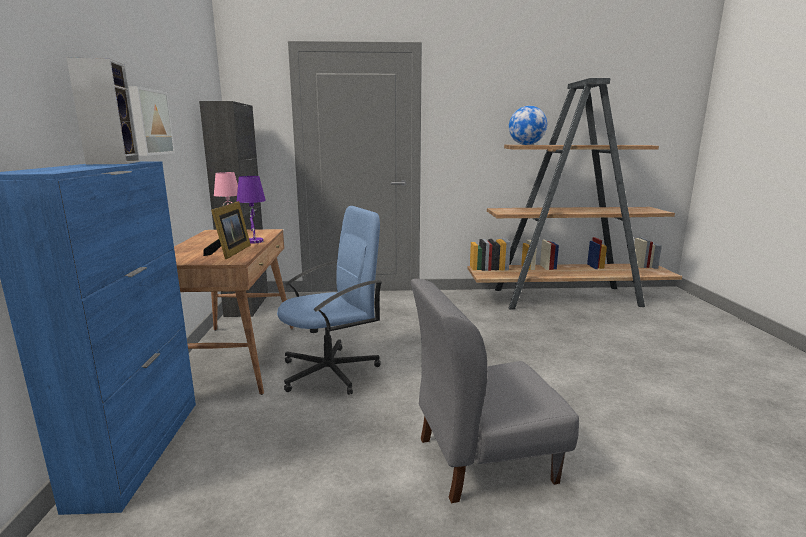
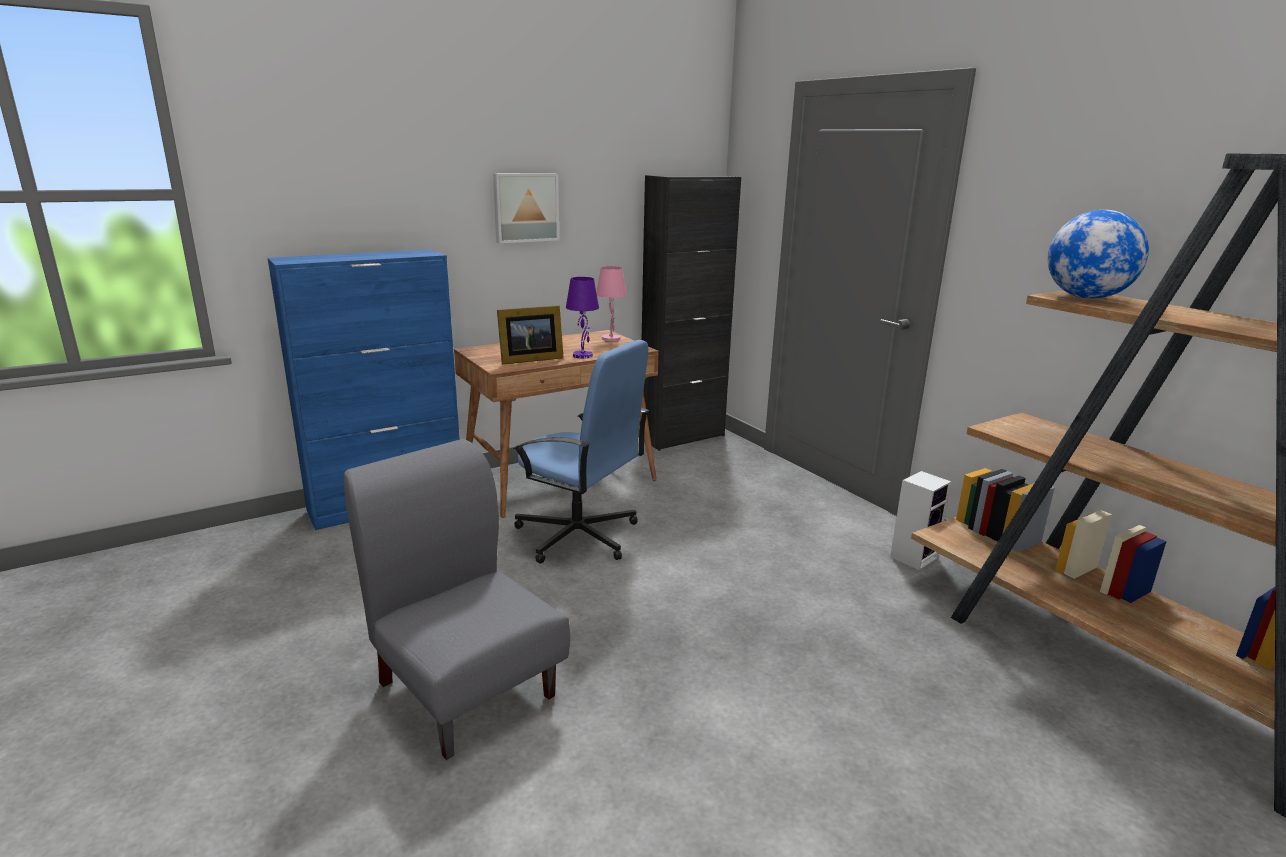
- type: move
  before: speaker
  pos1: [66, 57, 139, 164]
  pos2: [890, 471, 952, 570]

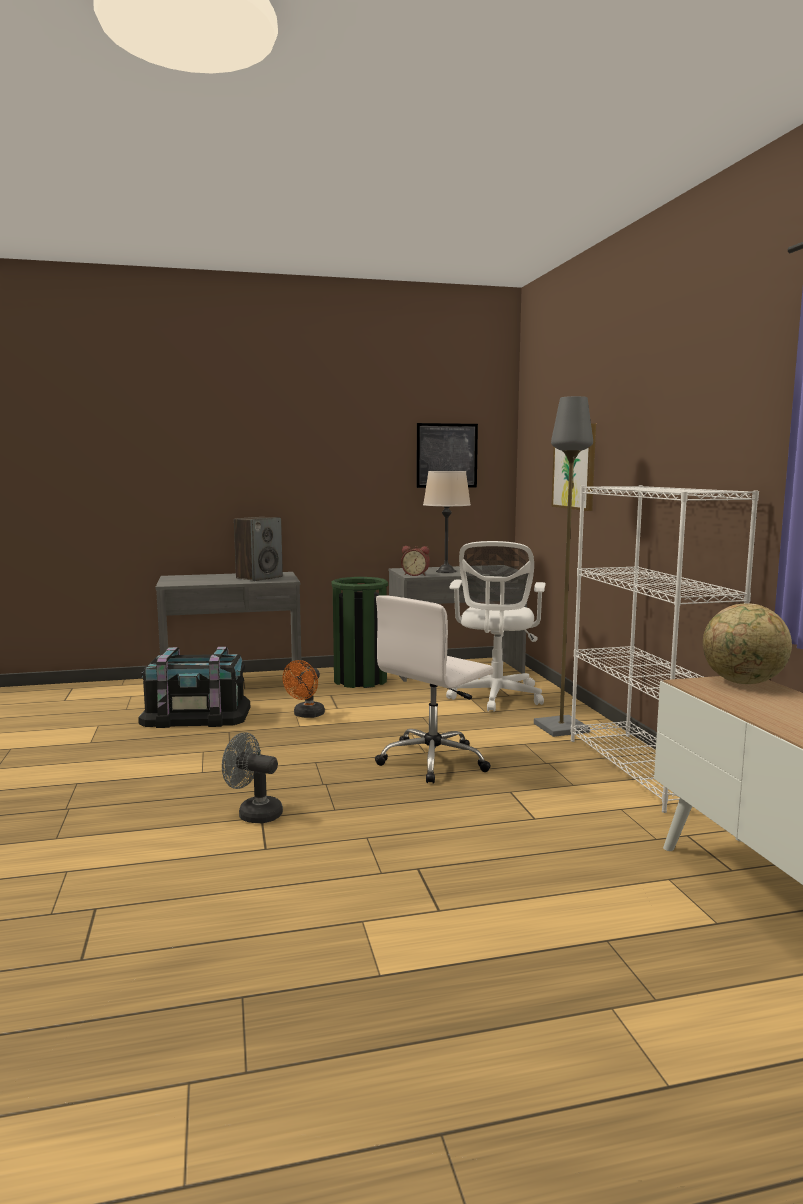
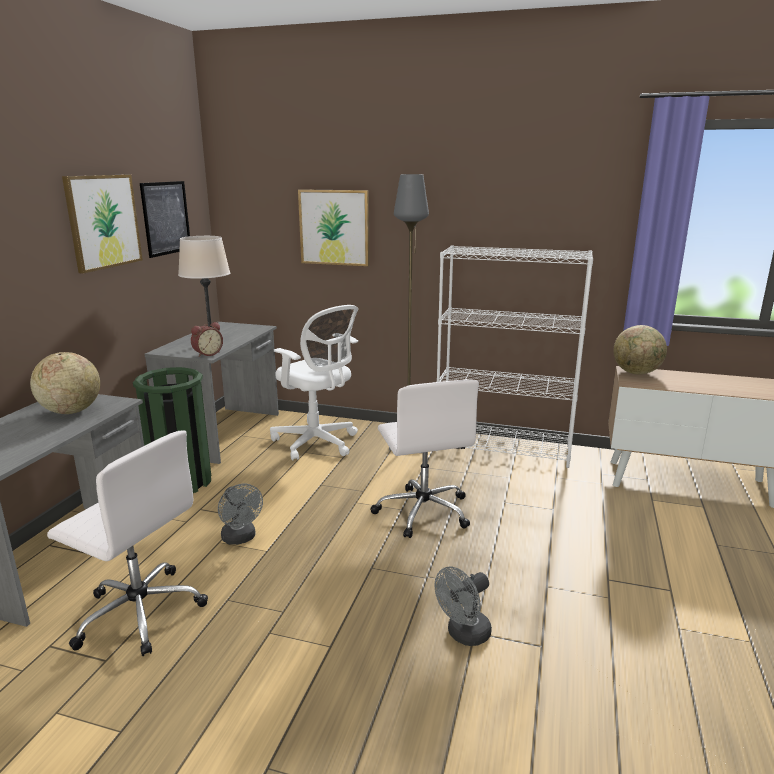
- type: insert
  after: picture
  pos2: [62, 175, 143, 274]
- type: replace
  before: storage box (black)
  after: office chair (white)
  pos1: [138, 647, 250, 728]
  pos2: [47, 431, 208, 656]
- type: replace
  before: speaker
  after: globe
  pos1: [234, 517, 283, 581]
  pos2: [30, 352, 100, 414]
- type: recolor
  before: fan (orange)
  after: fan (grey)
  pos1: [283, 660, 325, 718]
  pos2: [218, 484, 263, 545]

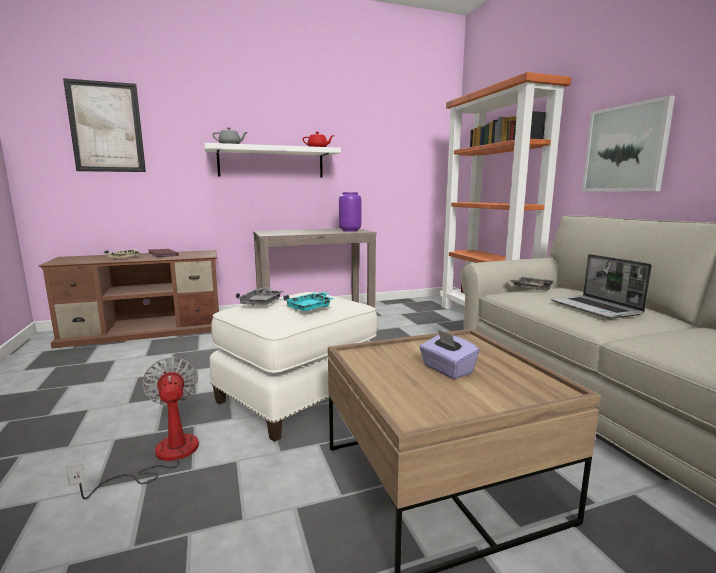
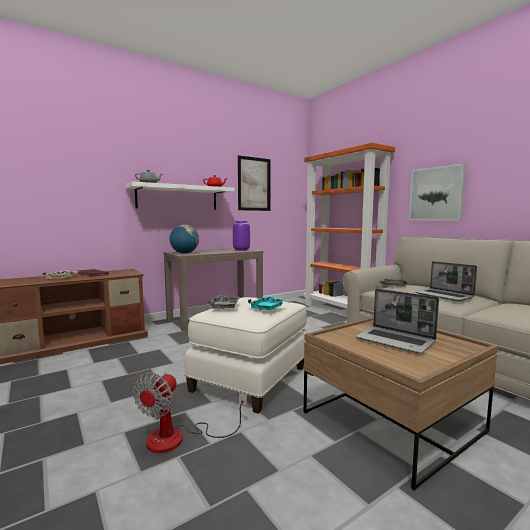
- type: insert
  after: globe
  pos2: [169, 225, 199, 254]
- type: move
  before: picture
  pos1: [63, 78, 146, 172]
  pos2: [238, 155, 271, 211]
- type: replace
  before: tissue box (purple)
  after: laptop
  pos1: [419, 329, 479, 379]
  pos2: [356, 289, 439, 354]
- type: rotate
  before: fan
  pos1: [66, 357, 199, 499]
  pos2: [133, 372, 247, 453]
  turn: -120

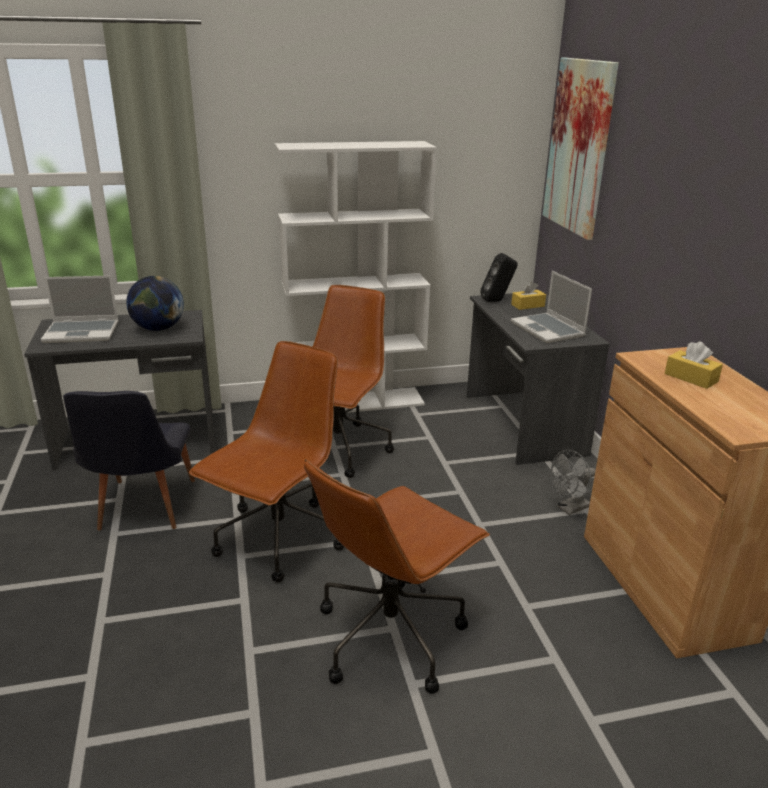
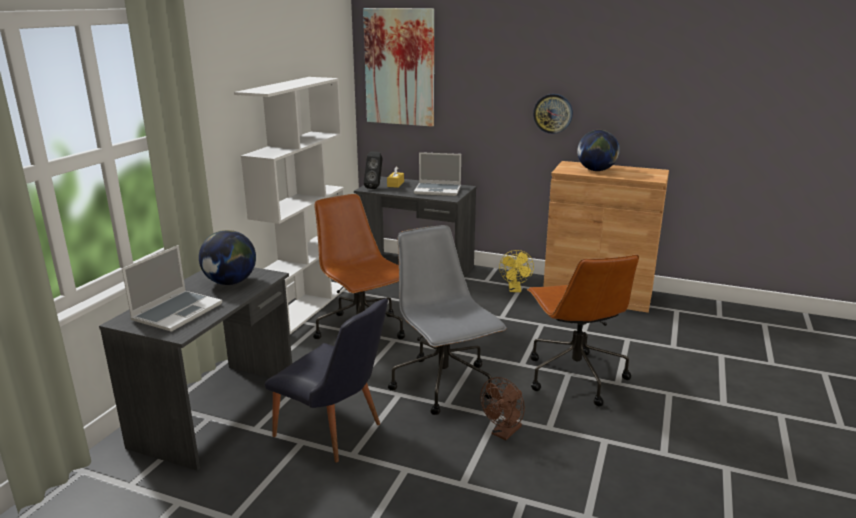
- type: insert
  after: fan (brown)
  pos2: [480, 377, 525, 440]
- type: insert
  after: wall clock
  pos2: [533, 94, 573, 134]
- type: replace
  before: tissue box (yellow)
  after: globe
  pos1: [665, 341, 723, 389]
  pos2: [577, 130, 620, 171]
- type: recolor
  before: office chair (brown)
  after: office chair (grey)
  pos1: [189, 341, 344, 583]
  pos2: [388, 225, 507, 415]
- type: recolor
  before: fan (grey)
  after: fan (yellow)
  pos1: [551, 450, 596, 515]
  pos2: [499, 250, 534, 292]

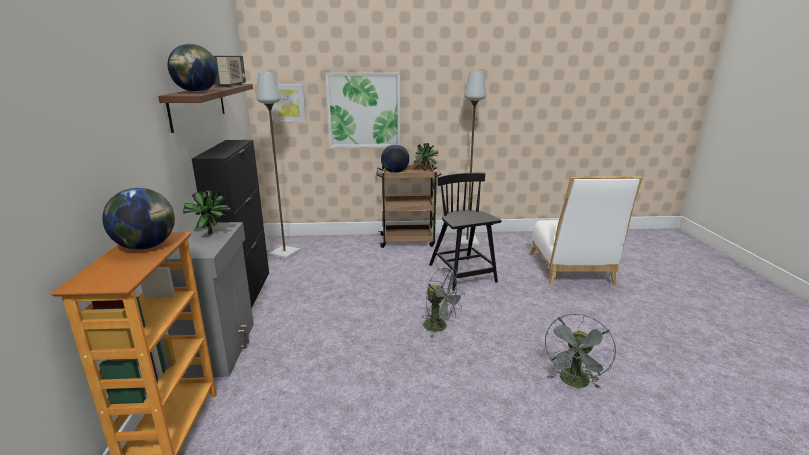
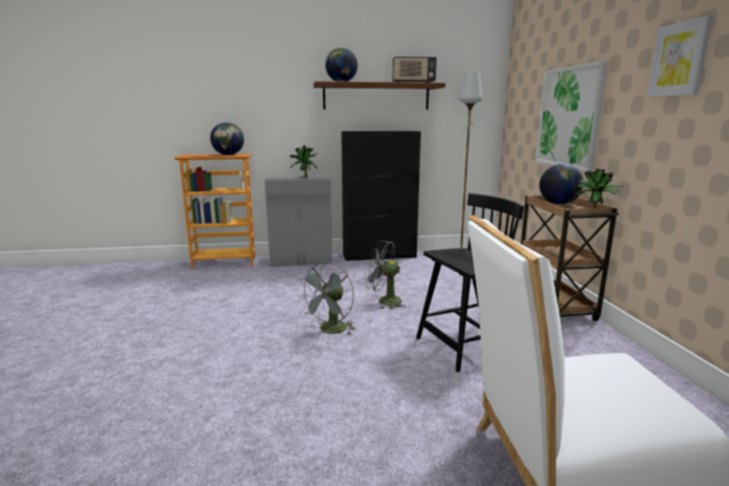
- type: delete
  before: floor lamp (grey)
  pos1: [455, 71, 486, 246]
- type: move
  before: picture
  pos1: [272, 84, 306, 122]
  pos2: [647, 16, 713, 97]
- type: move
  before: fan (grey)
  pos1: [544, 314, 616, 389]
  pos2: [364, 240, 406, 309]

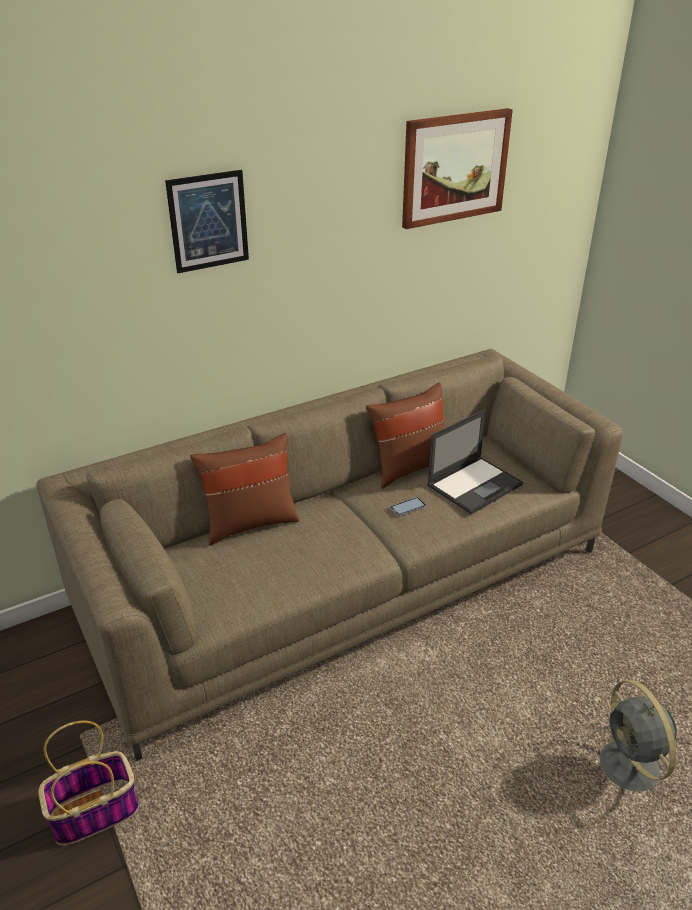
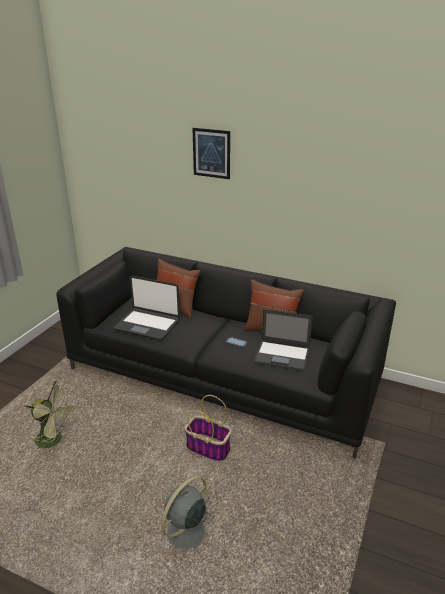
- type: delete
  before: picture
  pos1: [402, 108, 513, 229]
- type: insert
  after: fan (green)
  pos2: [23, 379, 77, 449]
- type: insert
  after: laptop
  pos2: [114, 276, 180, 340]
- type: move
  before: basket
  pos1: [38, 721, 139, 845]
  pos2: [185, 395, 231, 462]
- type: recolor
  before: sofa (beige)
  after: sofa (black)
  pos1: [36, 349, 623, 761]
  pos2: [56, 247, 396, 459]

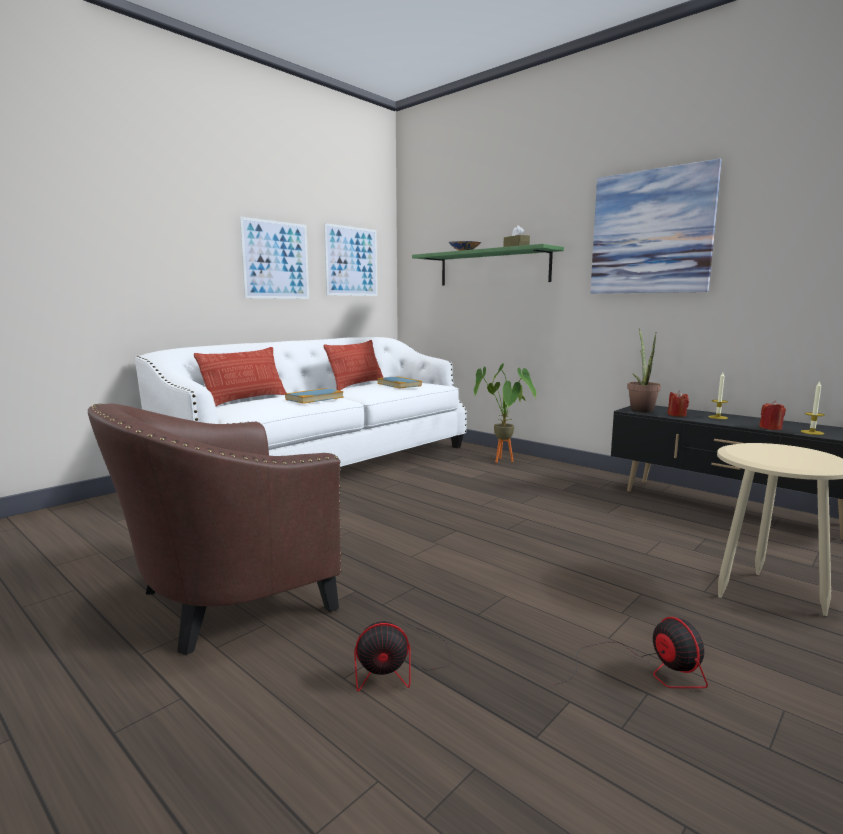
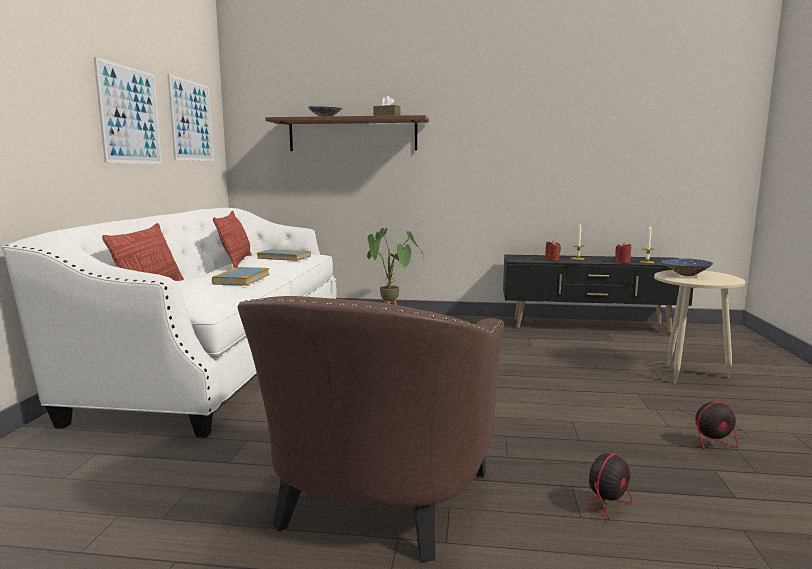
- type: delete
  before: picture
  pos1: [590, 159, 722, 294]
- type: delete
  before: potted plant
  pos1: [627, 328, 661, 413]
- type: insert
  after: bowl (blue)
  pos2: [662, 258, 713, 276]
- type: recolor
  before: shelf (green)
  after: shelf (brown)
  pos1: [412, 244, 564, 285]
  pos2: [265, 115, 429, 151]
- type: rotate
  before: fan
  pos1: [554, 617, 708, 688]
  pos2: [679, 402, 748, 451]
  turn: 135

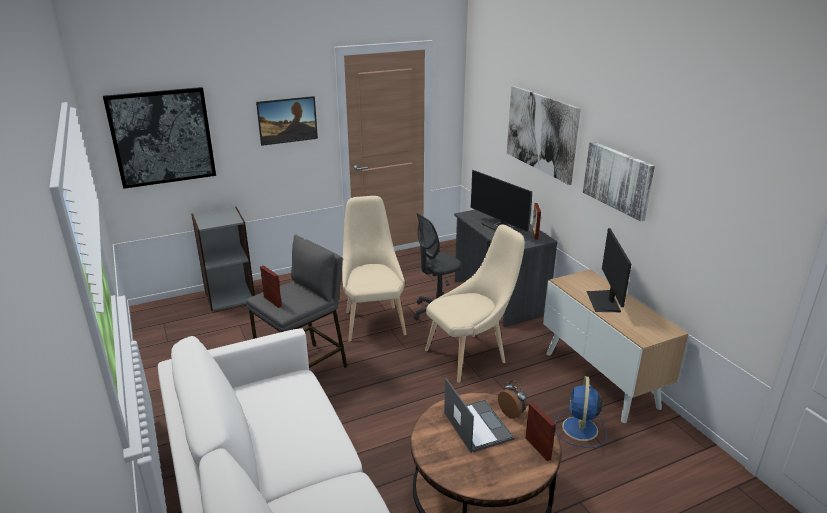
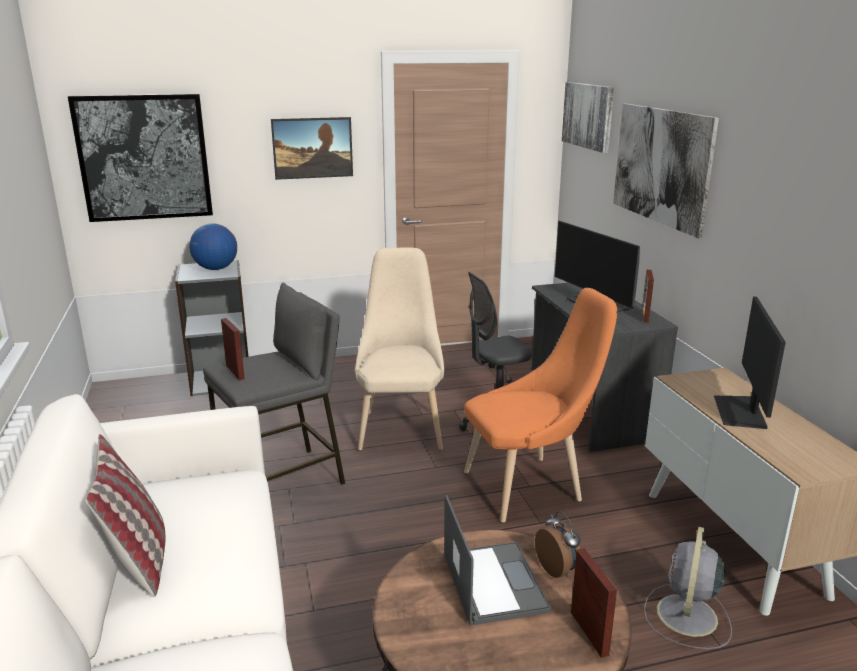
- type: insert
  after: pillow
  pos2: [85, 434, 166, 597]
- type: insert
  after: globe
  pos2: [189, 223, 237, 270]
- type: move
  before: picture
  pos1: [583, 142, 655, 222]
  pos2: [562, 82, 614, 153]
- type: recolor
  before: chair (beige)
  after: chair (orange)
  pos1: [425, 225, 525, 383]
  pos2: [464, 288, 617, 522]
- type: recolor
  before: fan (blue)
  after: fan (grey)
  pos1: [555, 376, 607, 448]
  pos2: [644, 527, 732, 649]

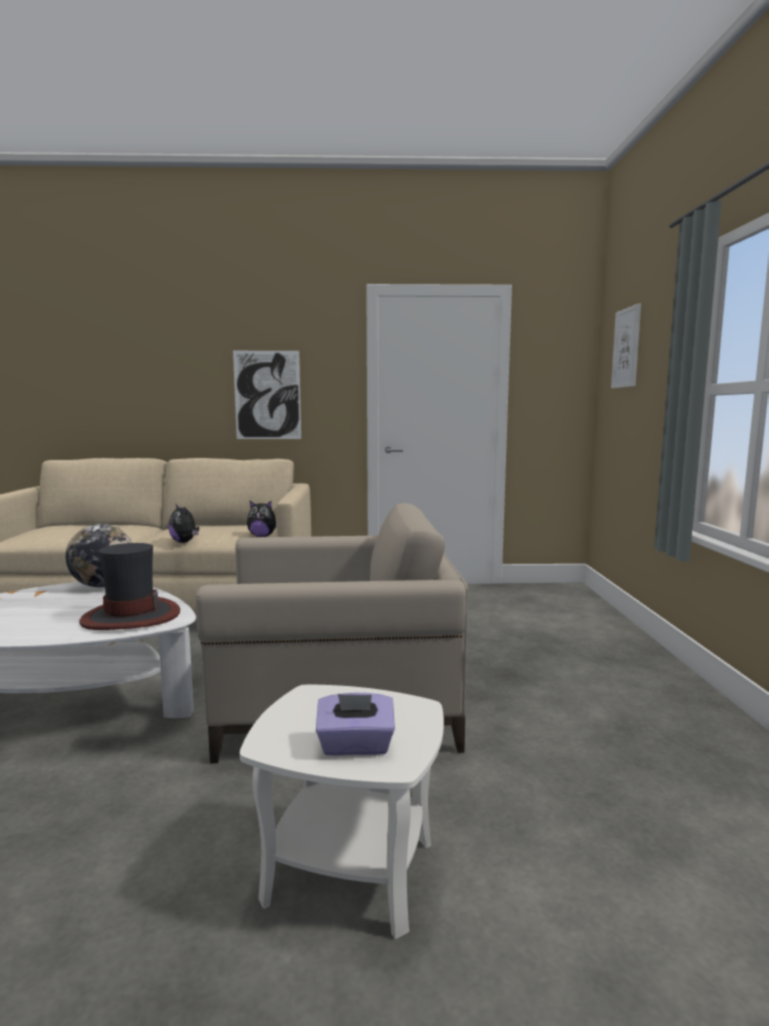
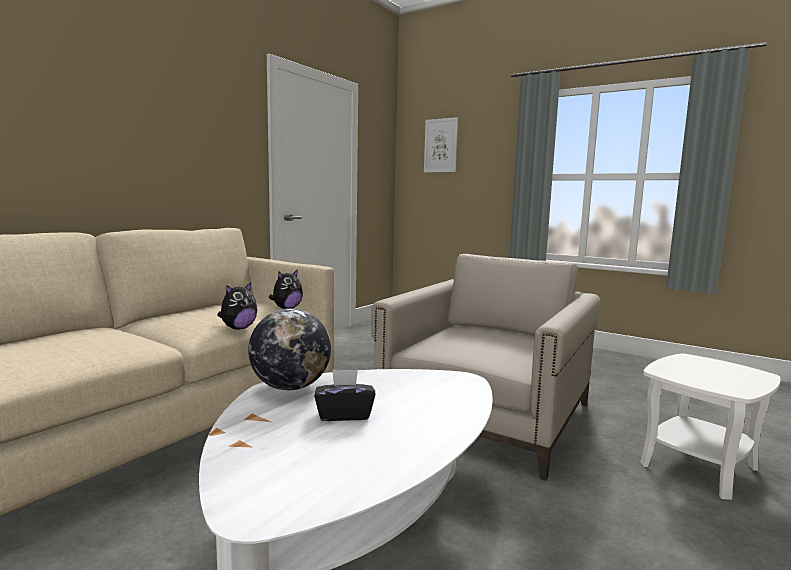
- type: delete
  before: hat
  pos1: [79, 543, 180, 630]
- type: delete
  before: picture
  pos1: [233, 351, 301, 439]
- type: delete
  before: tissue box (purple)
  pos1: [316, 692, 395, 756]
- type: insert
  after: tissue box (black)
  pos2: [314, 369, 376, 421]
- type: rotate
  before: plush toy
  pos1: [168, 504, 199, 543]
  pos2: [218, 282, 257, 330]
  turn: -45

